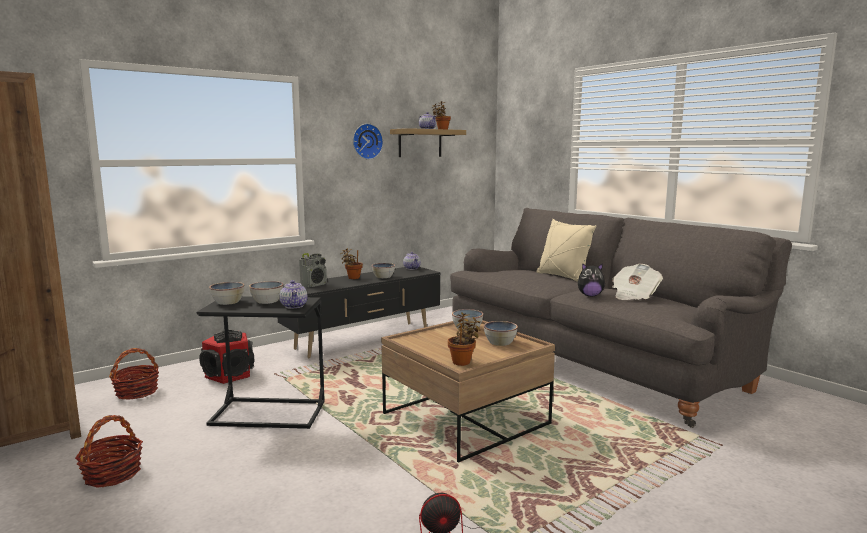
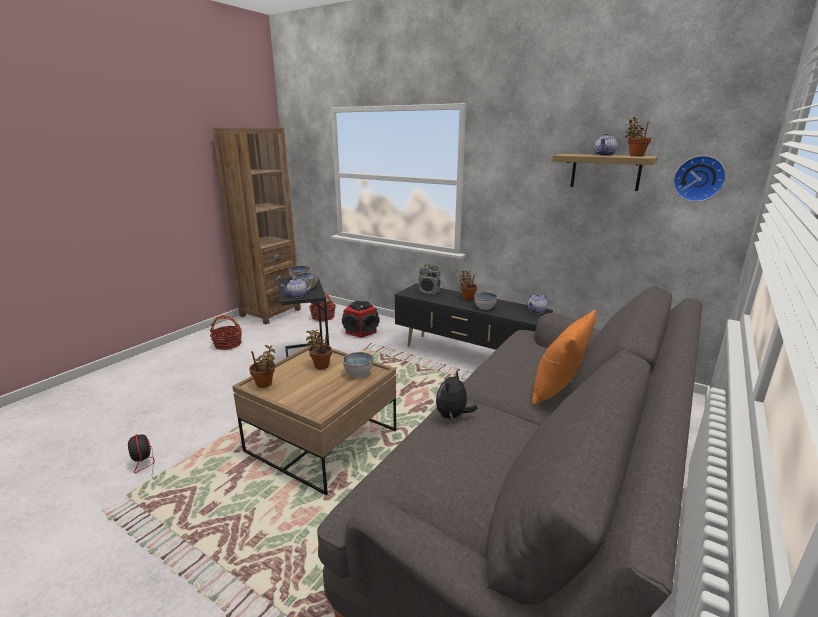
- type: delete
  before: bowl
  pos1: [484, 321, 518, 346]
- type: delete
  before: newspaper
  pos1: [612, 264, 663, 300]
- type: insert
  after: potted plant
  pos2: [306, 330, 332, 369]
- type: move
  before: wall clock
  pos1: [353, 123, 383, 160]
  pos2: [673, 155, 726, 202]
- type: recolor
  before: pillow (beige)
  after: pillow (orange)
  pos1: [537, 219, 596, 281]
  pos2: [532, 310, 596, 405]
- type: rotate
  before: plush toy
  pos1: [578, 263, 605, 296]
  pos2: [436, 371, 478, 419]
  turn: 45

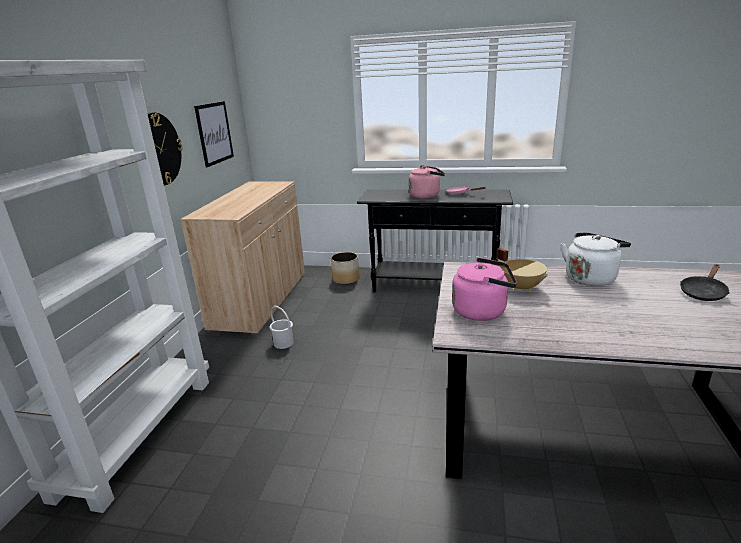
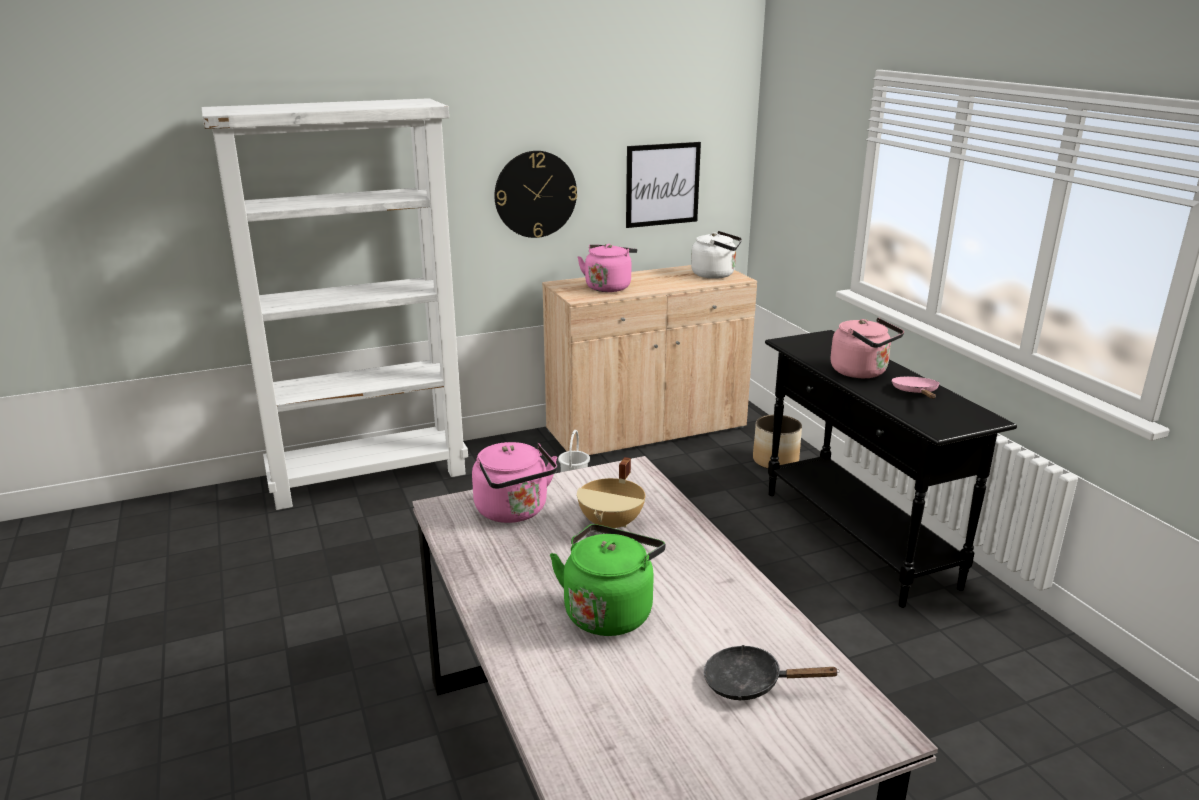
- type: insert
  after: kettle (green)
  pos2: [550, 524, 665, 636]
- type: insert
  after: kettle (pink)
  pos2: [578, 244, 637, 292]
- type: move
  before: kettle (white)
  pos1: [561, 232, 631, 286]
  pos2: [691, 231, 742, 279]

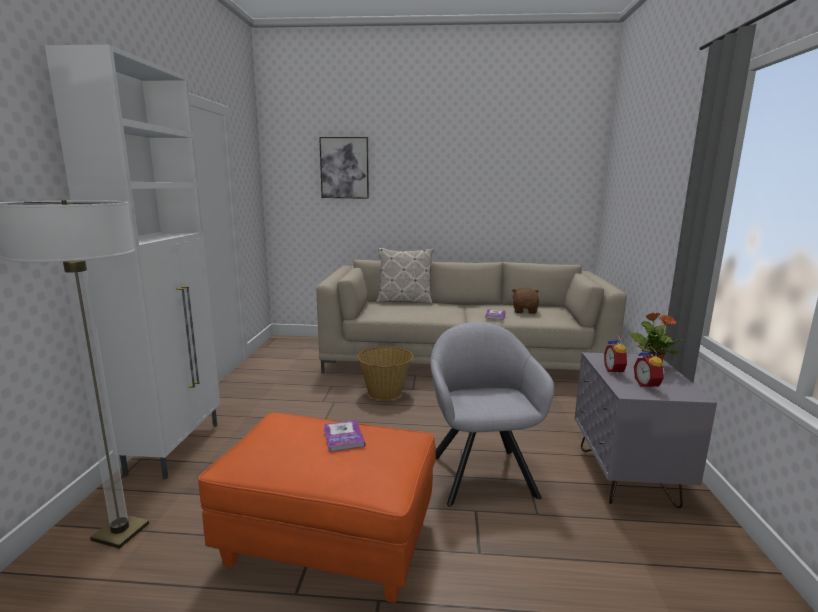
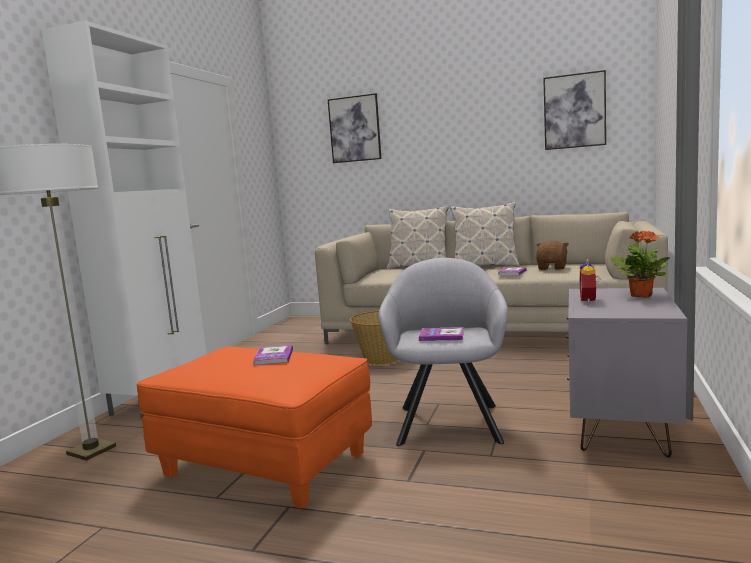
- type: delete
  before: alarm clock
  pos1: [634, 347, 665, 391]
- type: insert
  after: book
  pos2: [419, 327, 464, 341]
- type: insert
  after: pillow
  pos2: [450, 202, 519, 267]
- type: insert
  after: picture
  pos2: [543, 70, 606, 150]

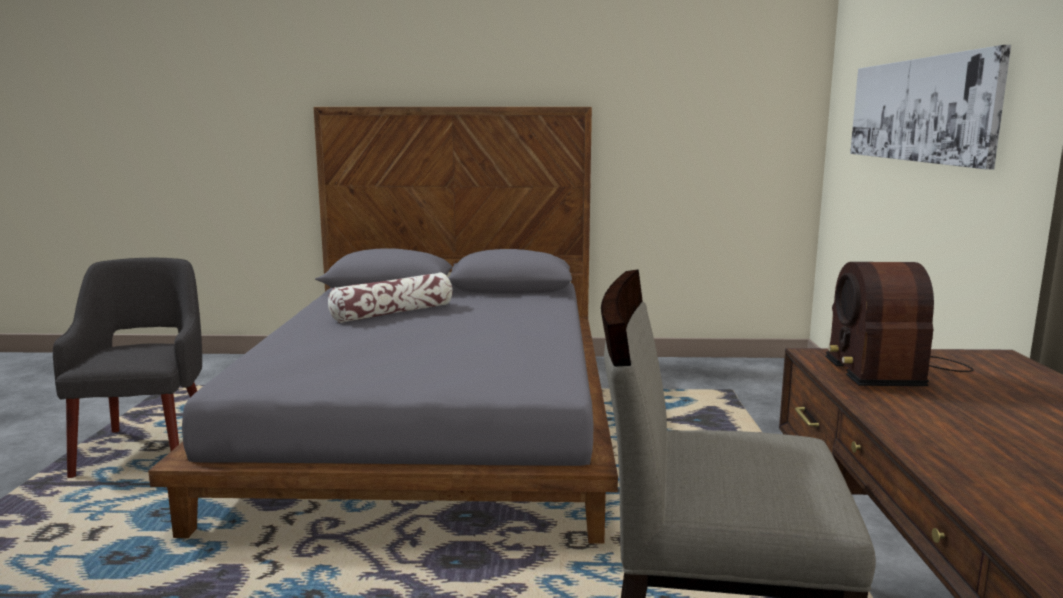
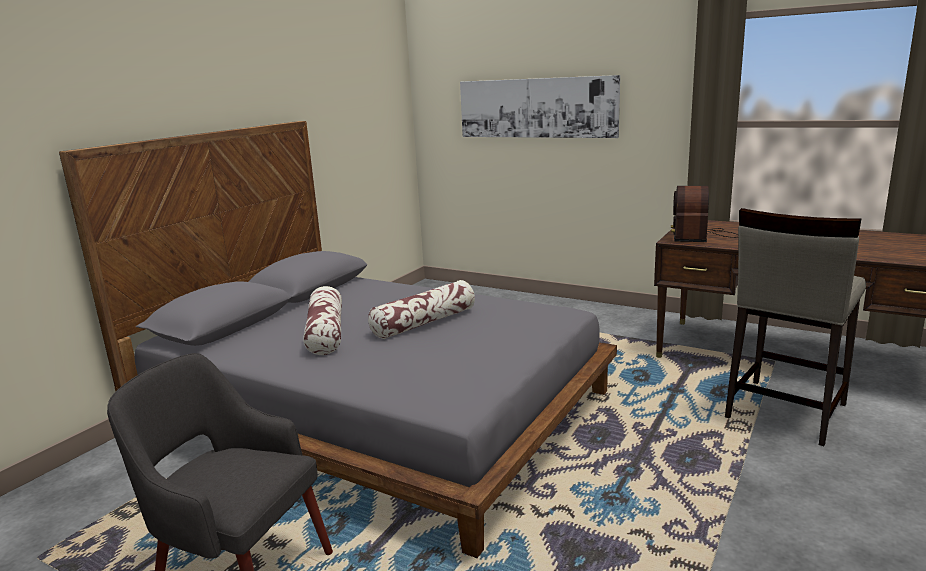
- type: insert
  after: pillow
  pos2: [368, 280, 475, 339]
- type: rotate
  before: radio
  pos1: [825, 262, 973, 386]
  pos2: [671, 186, 738, 242]
  turn: 75

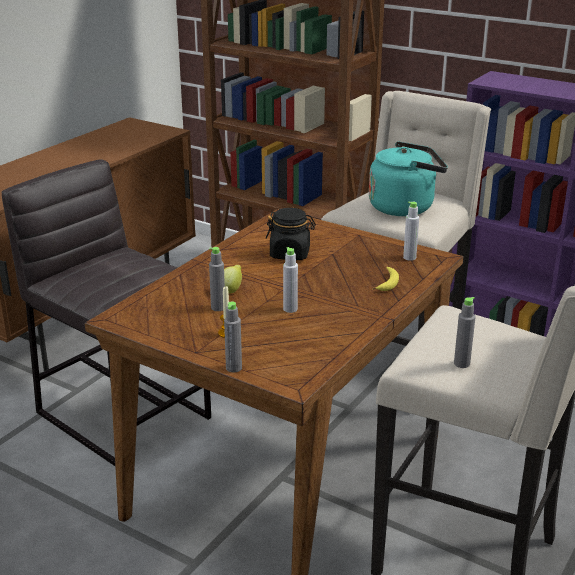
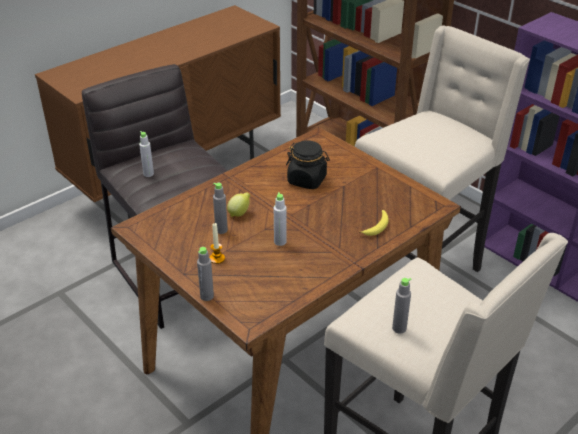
- type: delete
  before: kettle (turquoise)
  pos1: [369, 141, 448, 216]
- type: move
  before: bottle (grey)
  pos1: [403, 202, 419, 261]
  pos2: [139, 131, 154, 177]

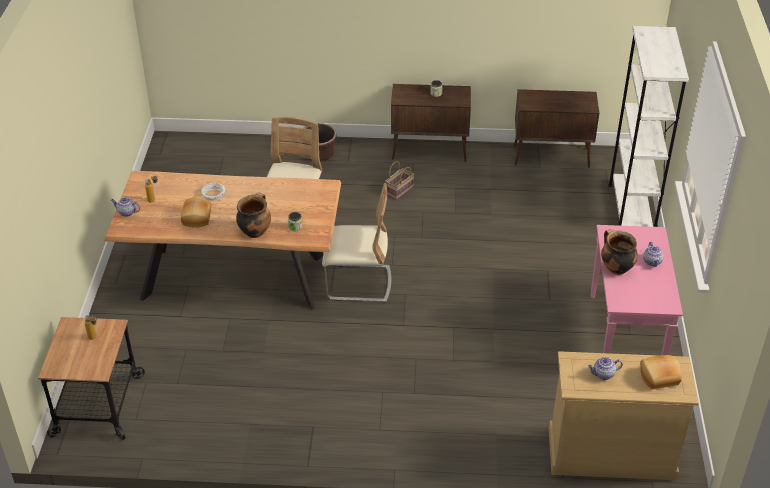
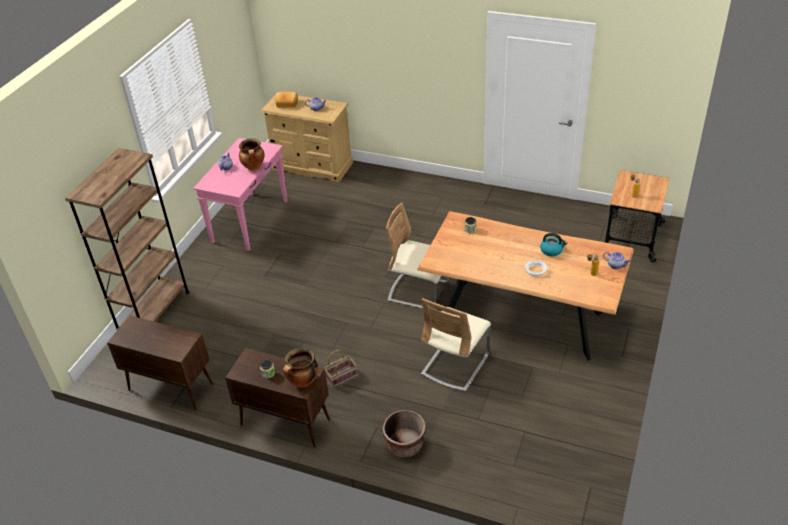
- type: move
  before: cooking pot
  pos1: [236, 192, 271, 238]
  pos2: [283, 348, 318, 388]
- type: replace
  before: bread
  after: kettle
  pos1: [181, 196, 211, 228]
  pos2: [540, 233, 567, 256]
- type: recolor
  before: bookcase (white)
  after: bookcase (brown)
  pos1: [608, 26, 689, 227]
  pos2: [65, 148, 190, 330]

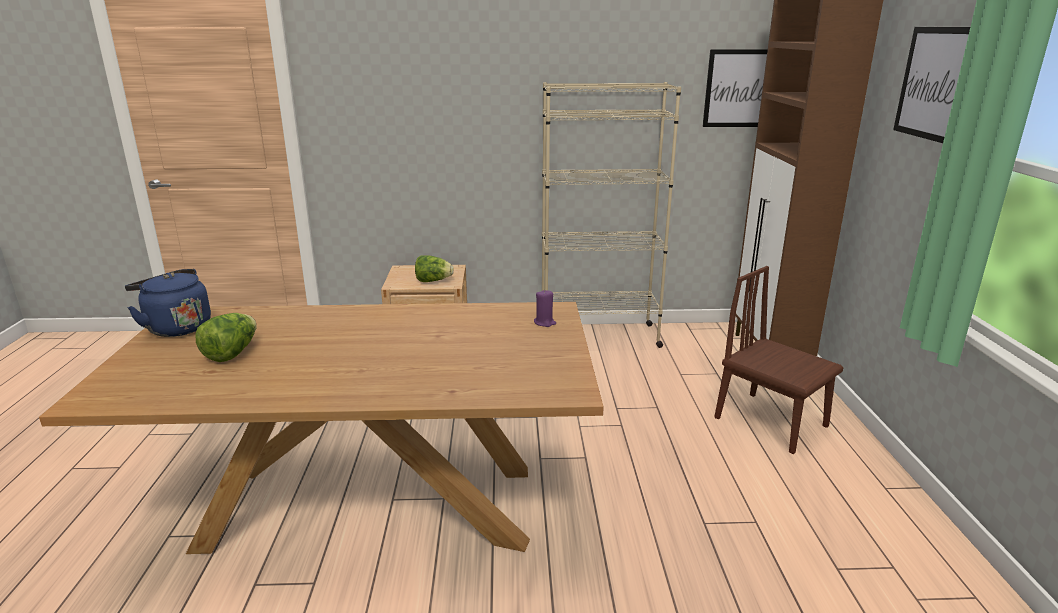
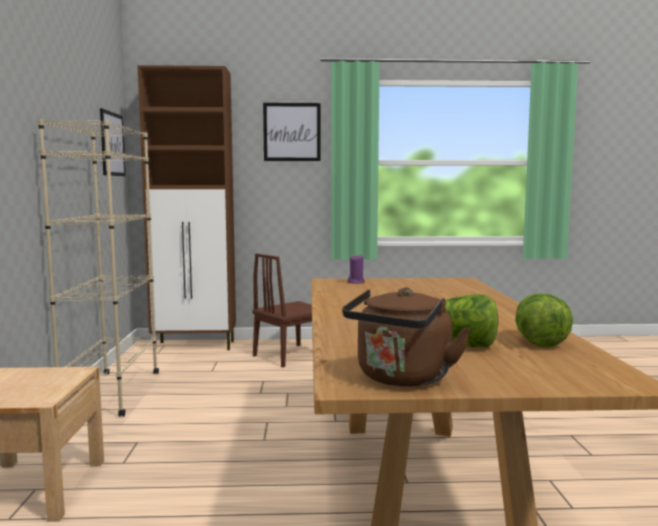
- type: move
  before: lettuce
  pos1: [415, 255, 454, 282]
  pos2: [515, 294, 573, 347]
- type: recolor
  before: kettle (blue)
  after: kettle (brown)
  pos1: [125, 269, 211, 337]
  pos2: [342, 287, 471, 387]

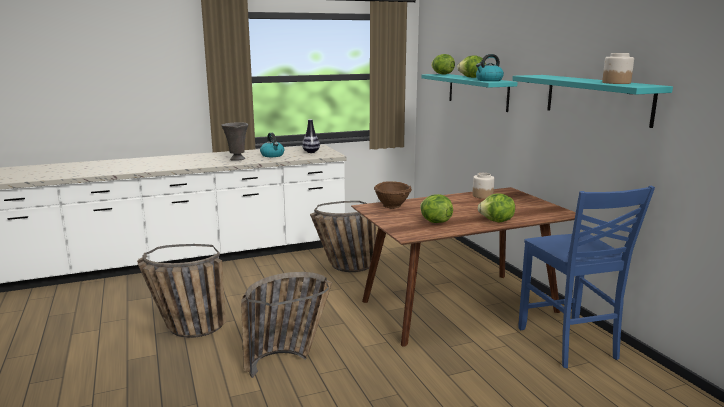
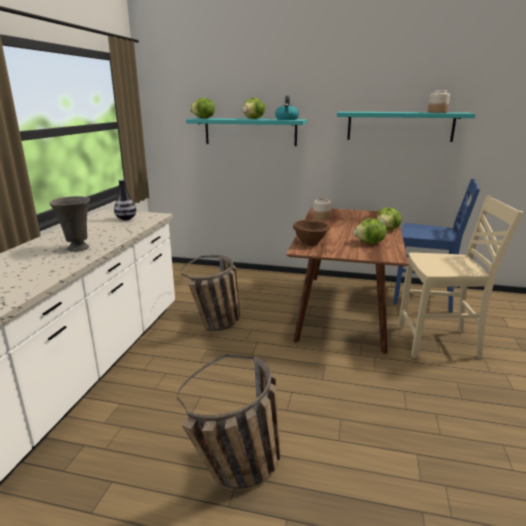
- type: delete
  before: basket
  pos1: [241, 272, 332, 378]
- type: delete
  before: kettle
  pos1: [260, 133, 284, 157]
- type: insert
  after: chair (beige)
  pos2: [398, 195, 523, 359]

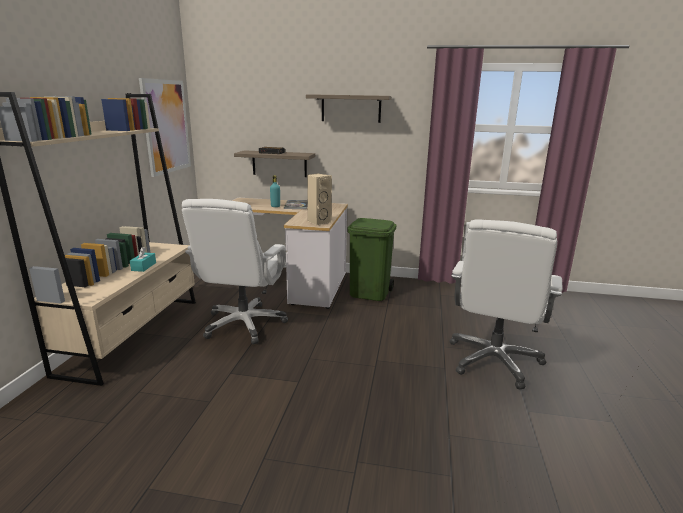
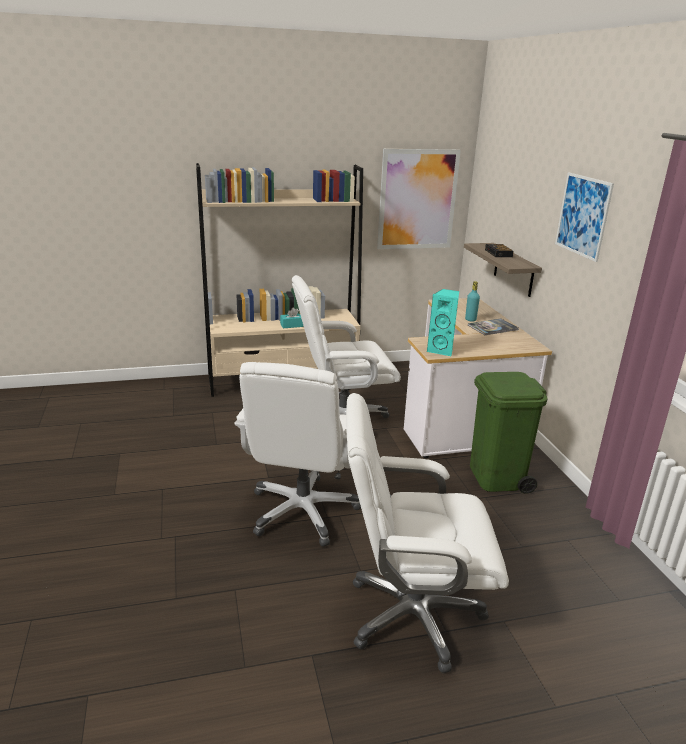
- type: insert
  after: office chair (white)
  pos2: [234, 362, 361, 547]
- type: replace
  before: shelf
  after: picture
  pos1: [306, 94, 391, 123]
  pos2: [555, 173, 614, 262]
- type: recolor
  before: speaker (beige)
  after: speaker (turquoise)
  pos1: [307, 173, 332, 226]
  pos2: [427, 289, 459, 356]

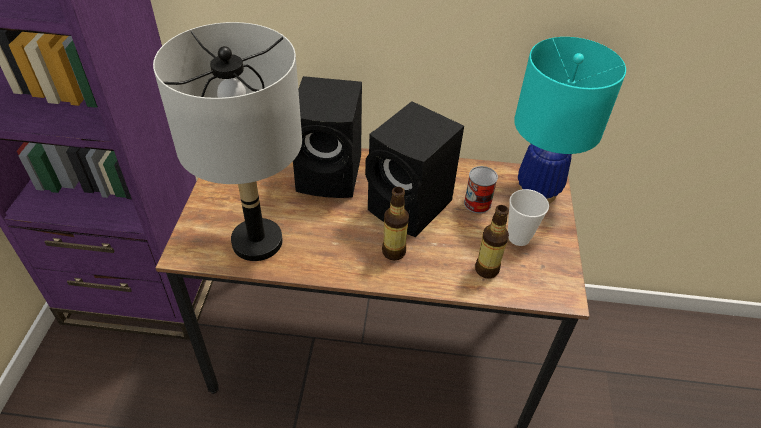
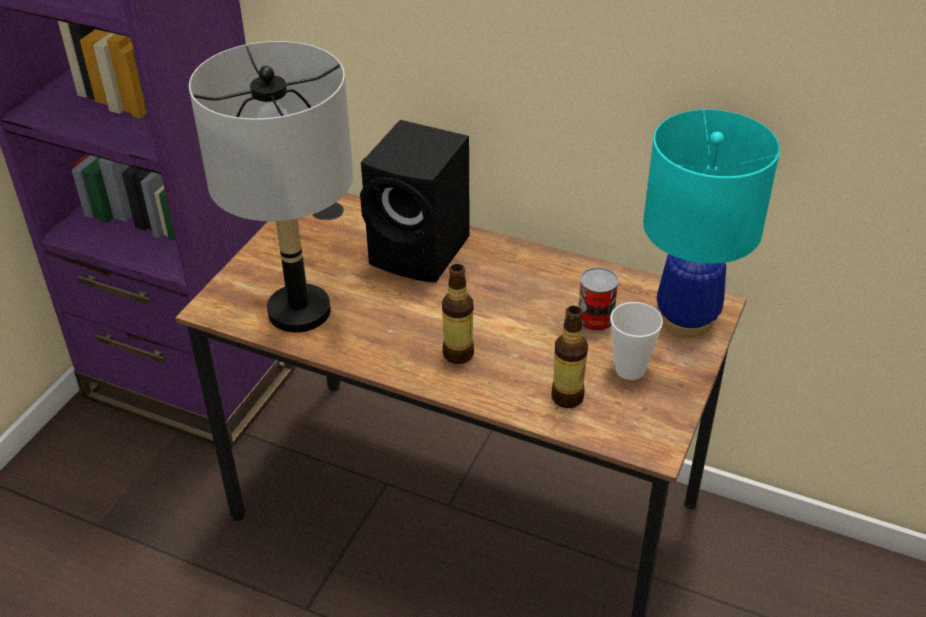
- type: delete
  before: speaker (black)
  pos1: [365, 101, 464, 237]

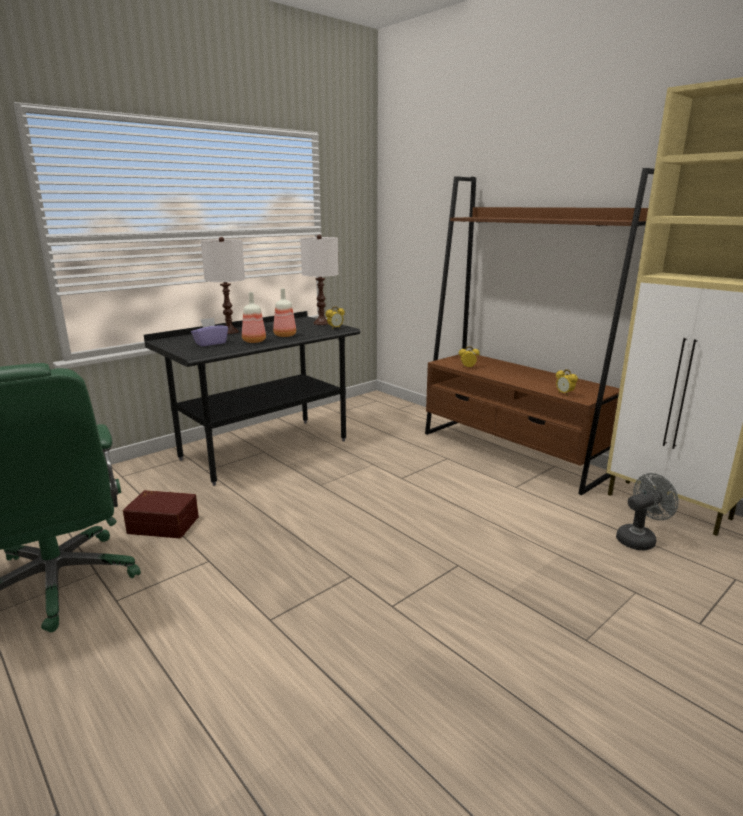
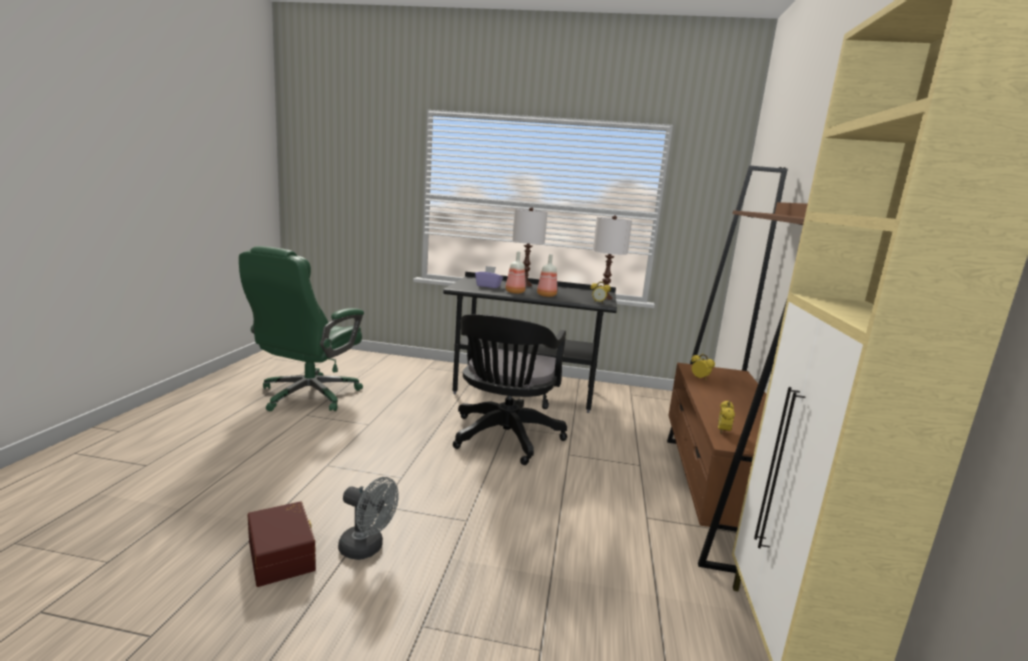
- type: insert
  after: office chair (black)
  pos2: [453, 314, 567, 465]
- type: move
  before: storage box (brown)
  pos1: [123, 490, 199, 538]
  pos2: [248, 501, 316, 587]
- type: move
  before: fan (grey)
  pos1: [616, 473, 679, 550]
  pos2: [338, 477, 399, 560]

